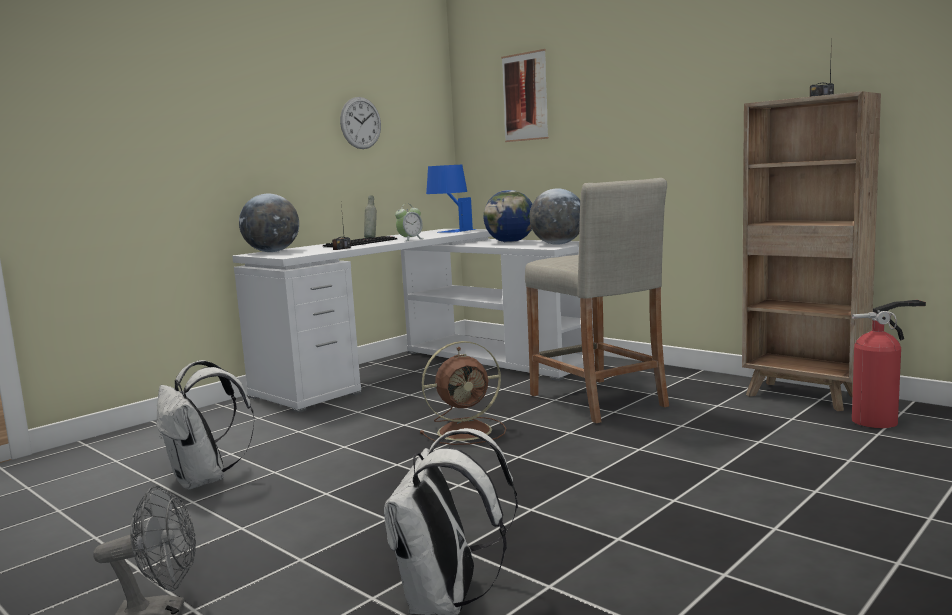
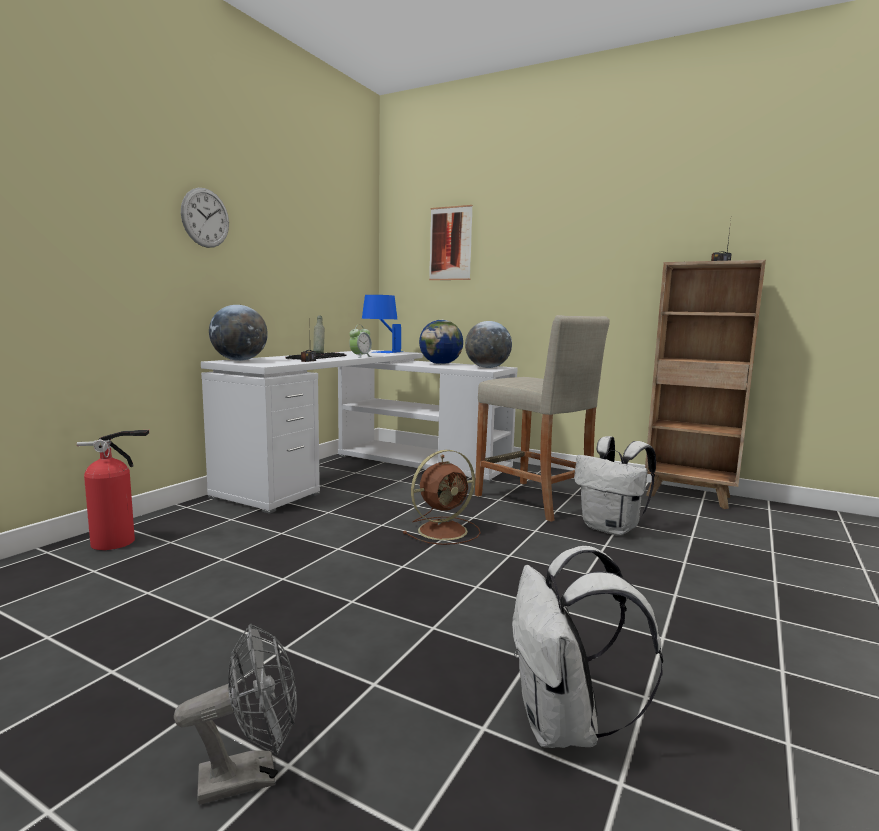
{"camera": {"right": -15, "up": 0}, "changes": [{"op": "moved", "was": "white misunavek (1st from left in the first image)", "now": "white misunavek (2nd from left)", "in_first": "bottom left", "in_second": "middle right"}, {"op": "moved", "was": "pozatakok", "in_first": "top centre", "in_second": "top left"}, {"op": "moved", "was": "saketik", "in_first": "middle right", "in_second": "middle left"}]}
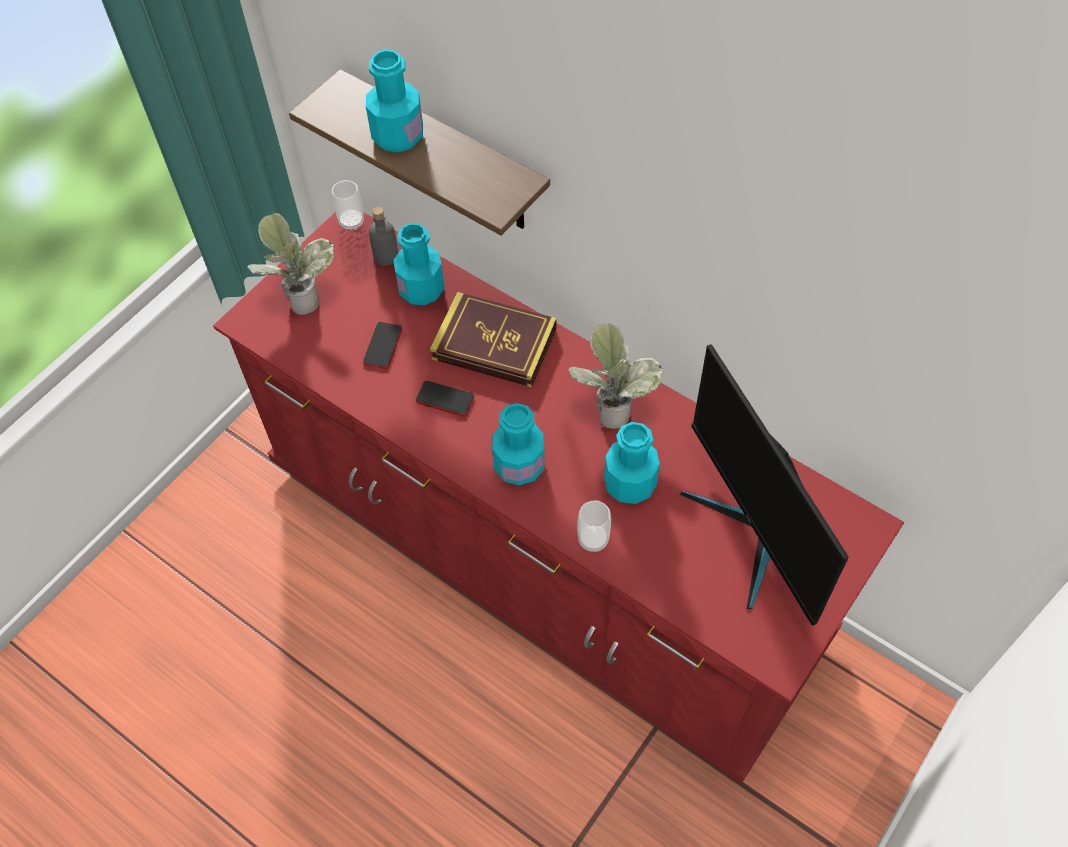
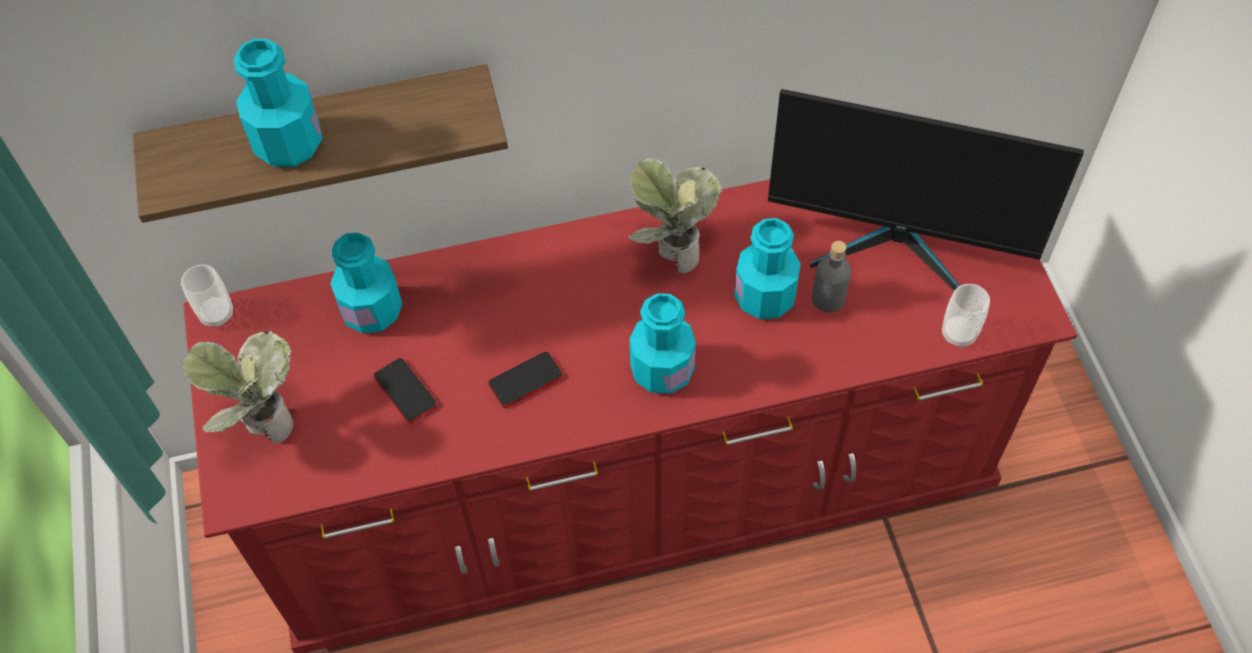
{"camera": {"right": -50, "up": 0}, "changes": [{"op": "moved", "was": "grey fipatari", "in_first": "top centre", "in_second": "centre"}, {"op": "removed", "was": "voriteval", "in_first": "centre"}, {"op": "moved", "was": "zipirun (2nd from left)", "in_first": "centre", "in_second": "middle right"}]}
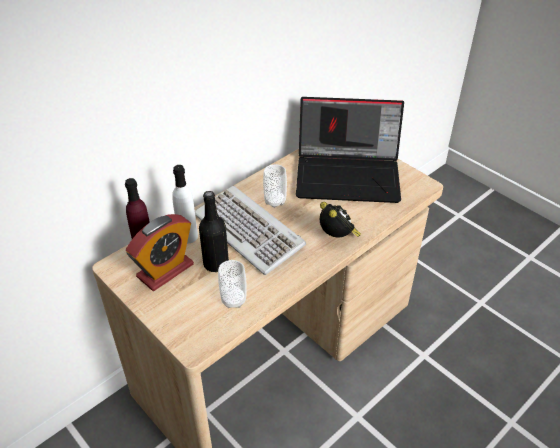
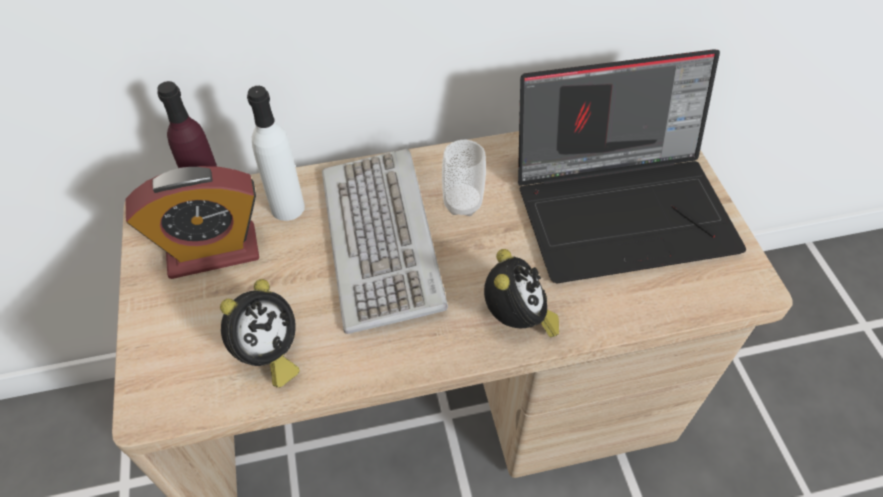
{"camera": {"right": 30, "up": 10}, "changes": [{"op": "removed", "was": "black fipatari", "in_first": "centre"}, {"op": "replaced", "was": "zipirun (1st from left)", "now": "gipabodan (2nd from left)", "in_first": "centre", "in_second": "bottom left"}, {"op": "turned", "was": "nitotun", "in_first": "centre", "in_second": "middle right", "clockwise": -45}]}
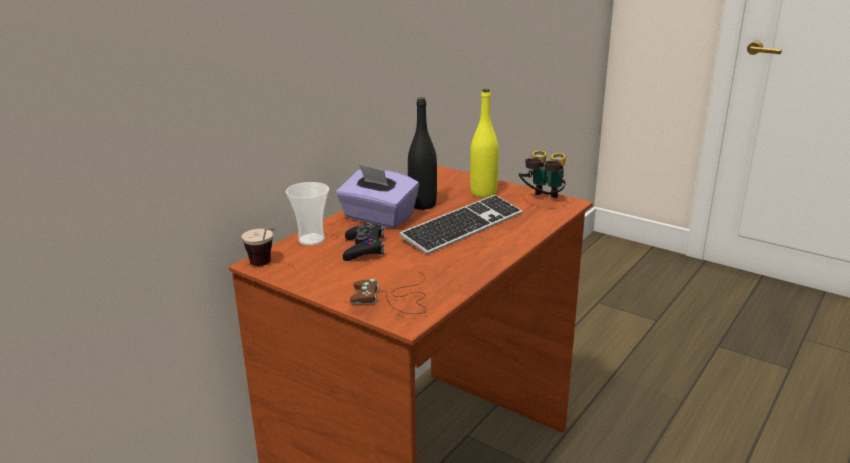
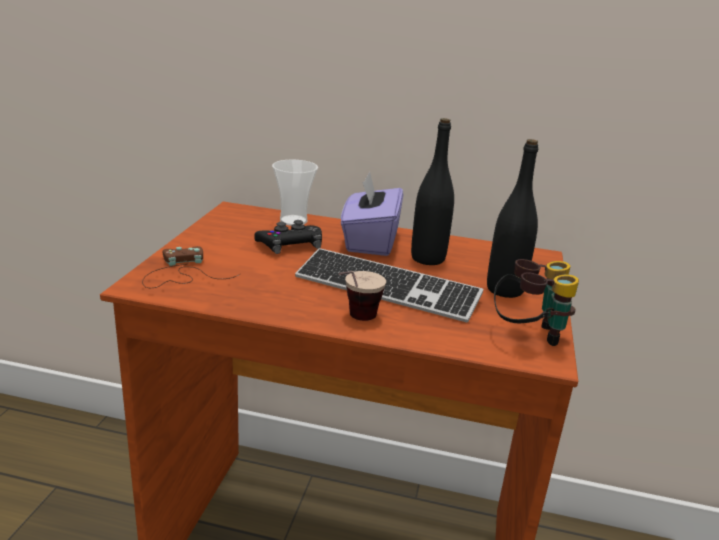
{"camera": {"right": 65, "up": 0}, "changes": [{"op": "moved", "was": "zipirun (1st from left in the first image)", "now": "zipirun (2nd from left)", "in_first": "middle left", "in_second": "centre"}, {"op": "recoloured", "was": "yellow fipatari", "now": "black fipatari (2nd from left)", "in_first": "top centre", "in_second": "middle right"}]}
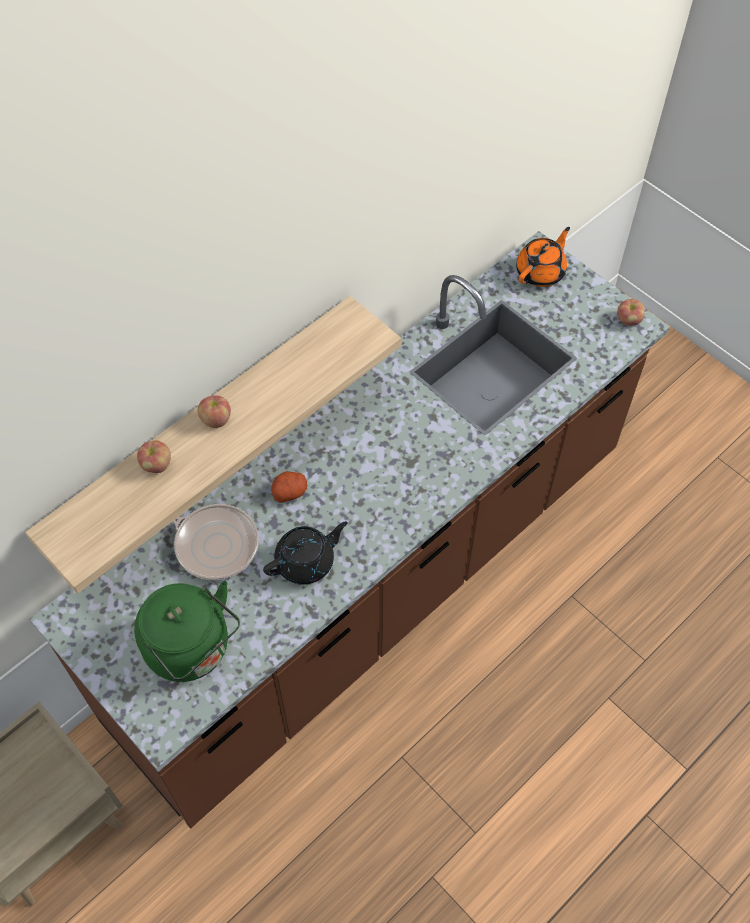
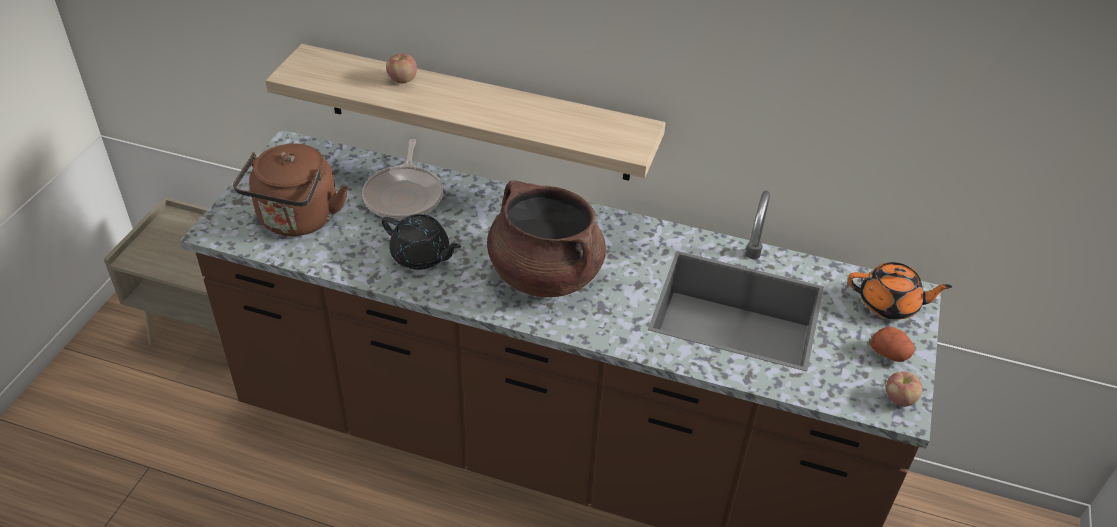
{"camera": {"right": 60, "up": -15}, "changes": [{"op": "recoloured", "was": "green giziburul", "now": "brown giziburul", "in_first": "bottom left", "in_second": "middle left"}, {"op": "removed", "was": "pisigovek (2nd from left)", "in_first": "middle left"}, {"op": "moved", "was": "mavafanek", "in_first": "centre", "in_second": "middle right"}, {"op": "added", "now": "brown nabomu", "in_second": "centre"}]}
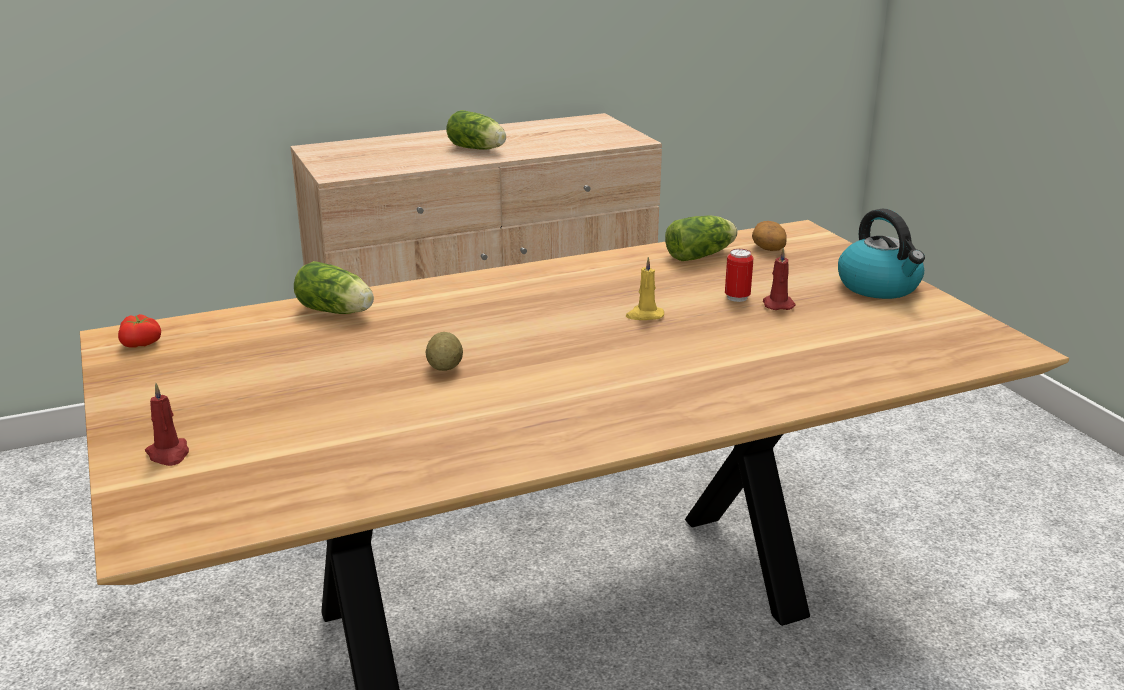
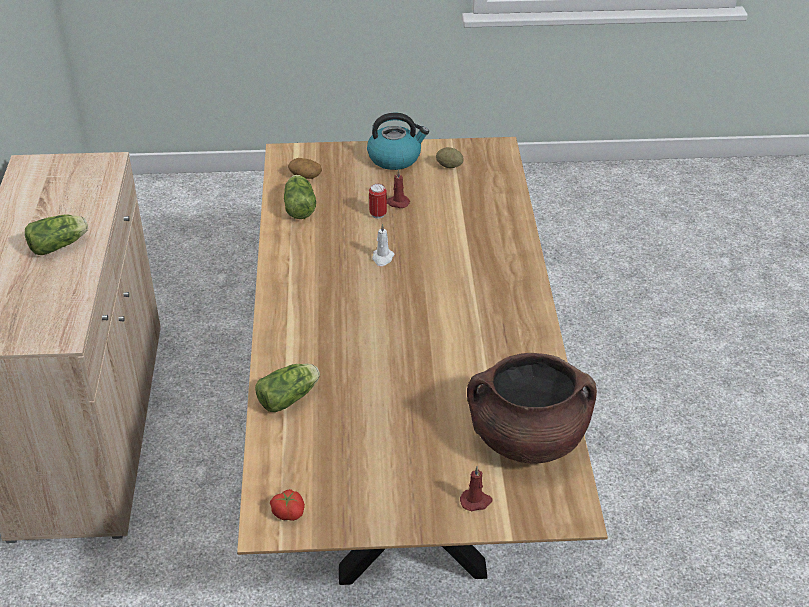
{"camera": {"right": -70, "up": 15}, "changes": [{"op": "moved", "was": "mavafanek (1st from left in the first image)", "now": "mavafanek (2nd from left)", "in_first": "centre", "in_second": "top centre"}, {"op": "recoloured", "was": "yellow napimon", "now": "white napimon", "in_first": "centre", "in_second": "centre"}, {"op": "added", "now": "brown nabomu", "in_second": "bottom centre"}]}
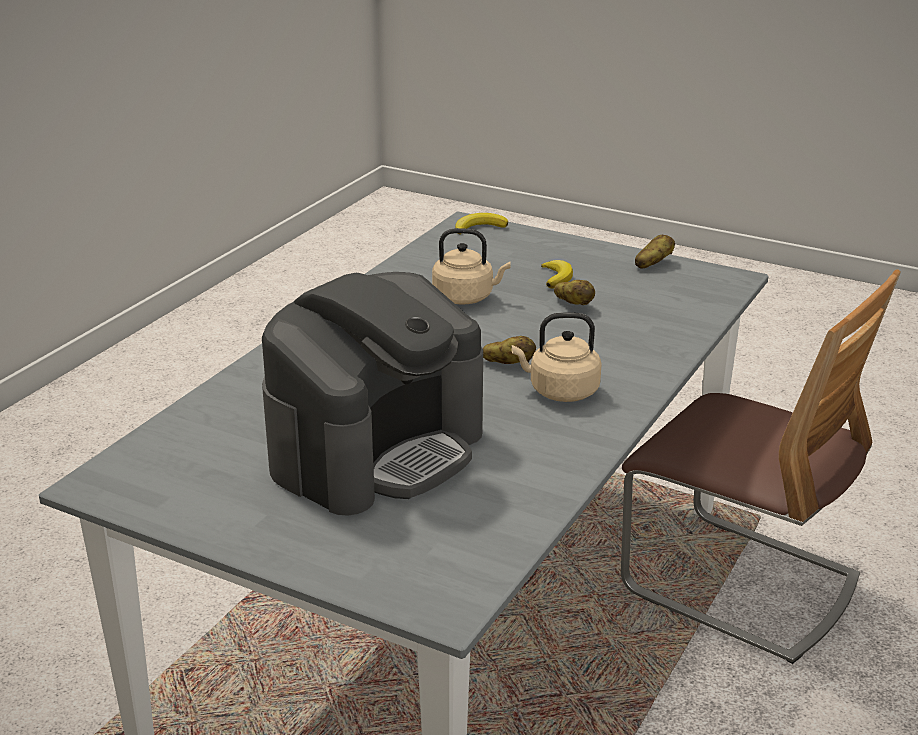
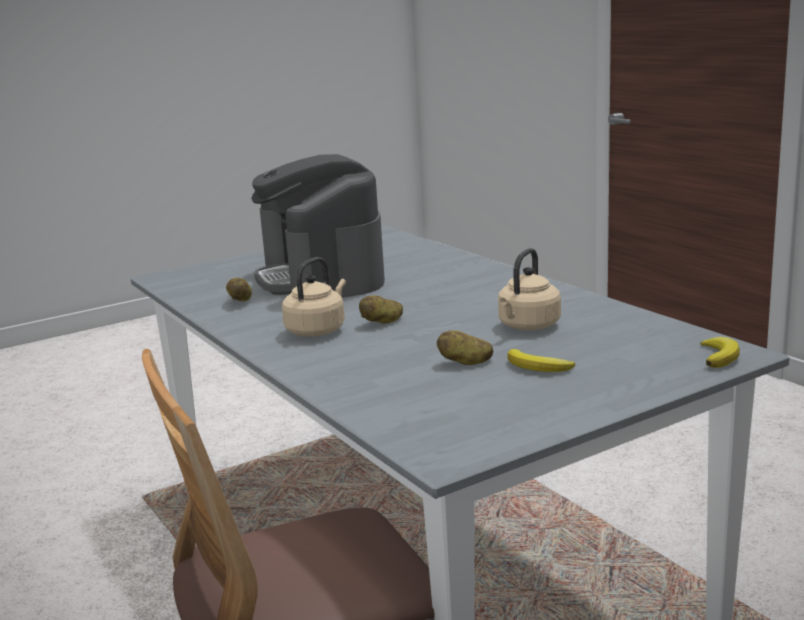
{"camera": {"right": 120, "up": -10}, "changes": [{"op": "moved", "was": "mavafanek (3rd from left in the first image)", "now": "mavafanek (1st from left)", "in_first": "middle right", "in_second": "middle left"}]}
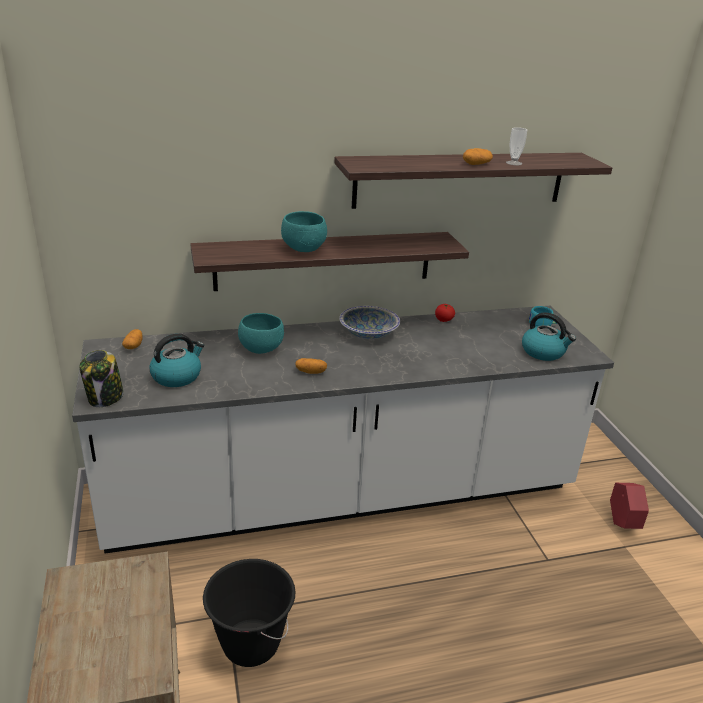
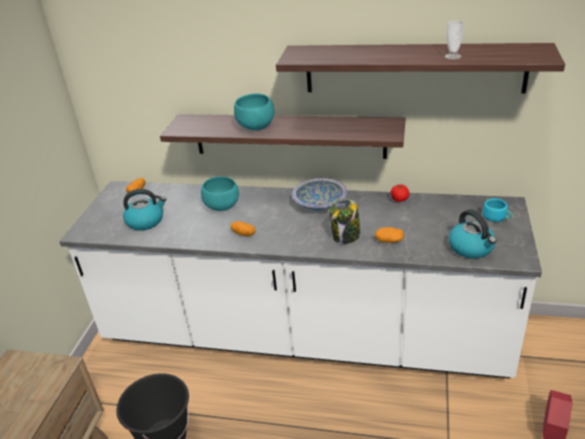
{"camera": {"right": 30, "up": 5}, "changes": [{"op": "moved", "was": "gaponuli", "in_first": "middle left", "in_second": "centre"}, {"op": "moved", "was": "mavafanek (3rd from left)", "in_first": "top right", "in_second": "centre"}]}
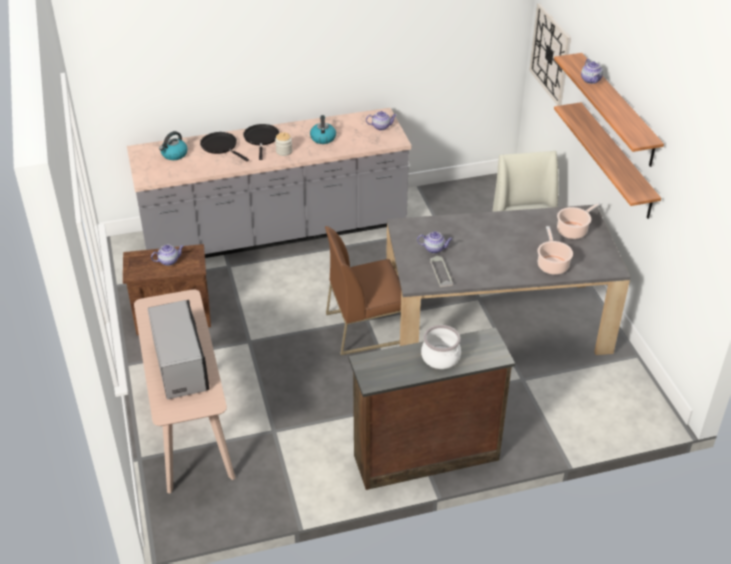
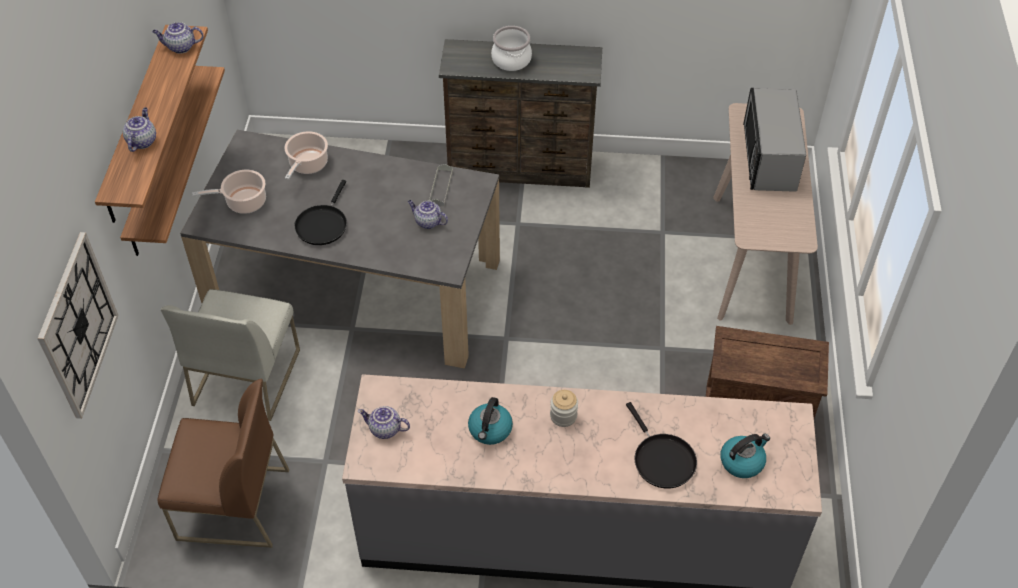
{"camera": {"right": -160, "up": 10}, "changes": [{"op": "moved", "was": "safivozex (1st from left in the first image)", "now": "safivozex (2nd from left)", "in_first": "middle left", "in_second": "top left"}, {"op": "moved", "was": "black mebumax (2nd from left in the first image)", "now": "black mebumax (1st from left)", "in_first": "top centre", "in_second": "middle left"}, {"op": "moved", "was": "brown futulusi", "in_first": "centre", "in_second": "bottom left"}]}
